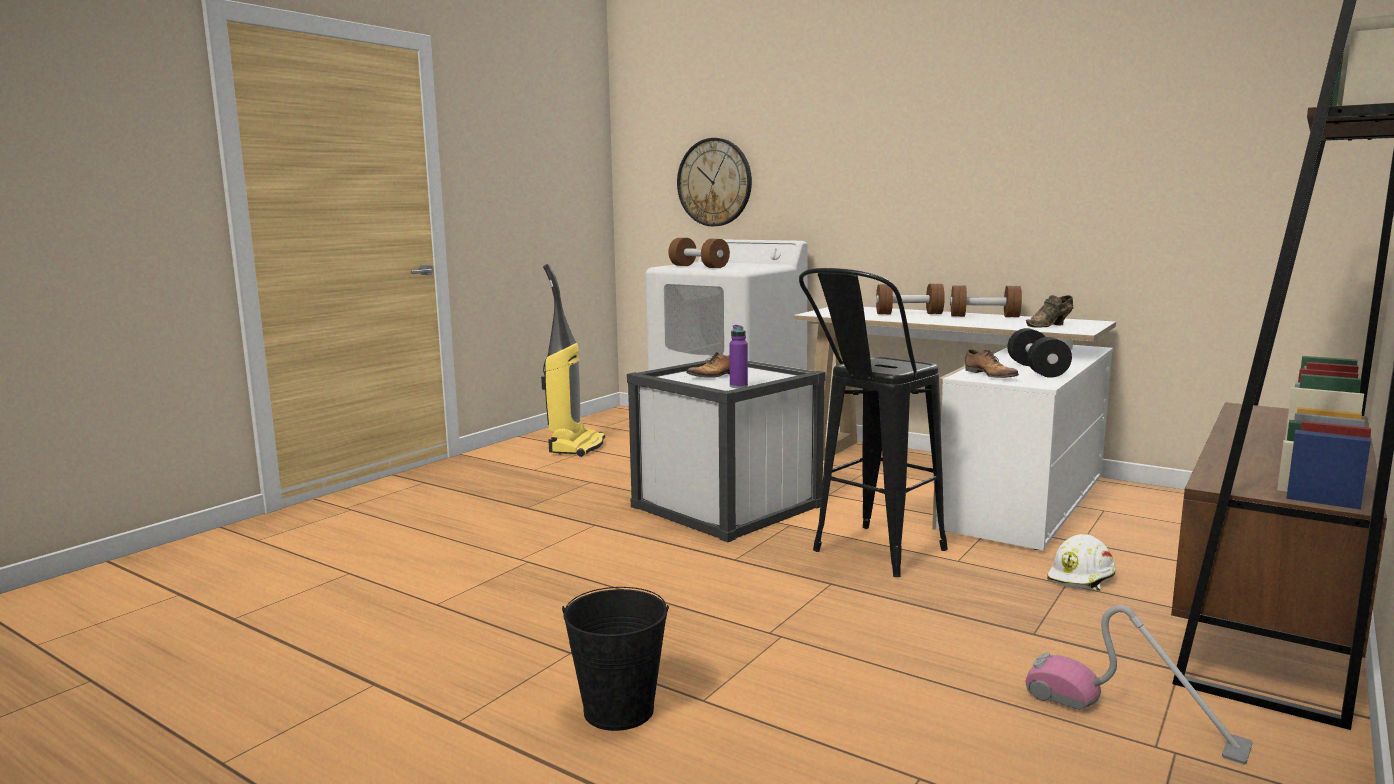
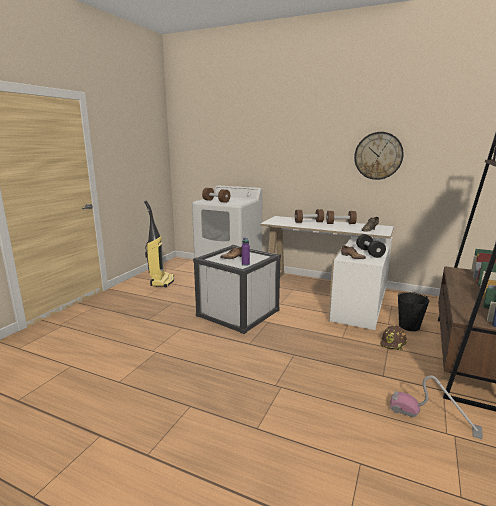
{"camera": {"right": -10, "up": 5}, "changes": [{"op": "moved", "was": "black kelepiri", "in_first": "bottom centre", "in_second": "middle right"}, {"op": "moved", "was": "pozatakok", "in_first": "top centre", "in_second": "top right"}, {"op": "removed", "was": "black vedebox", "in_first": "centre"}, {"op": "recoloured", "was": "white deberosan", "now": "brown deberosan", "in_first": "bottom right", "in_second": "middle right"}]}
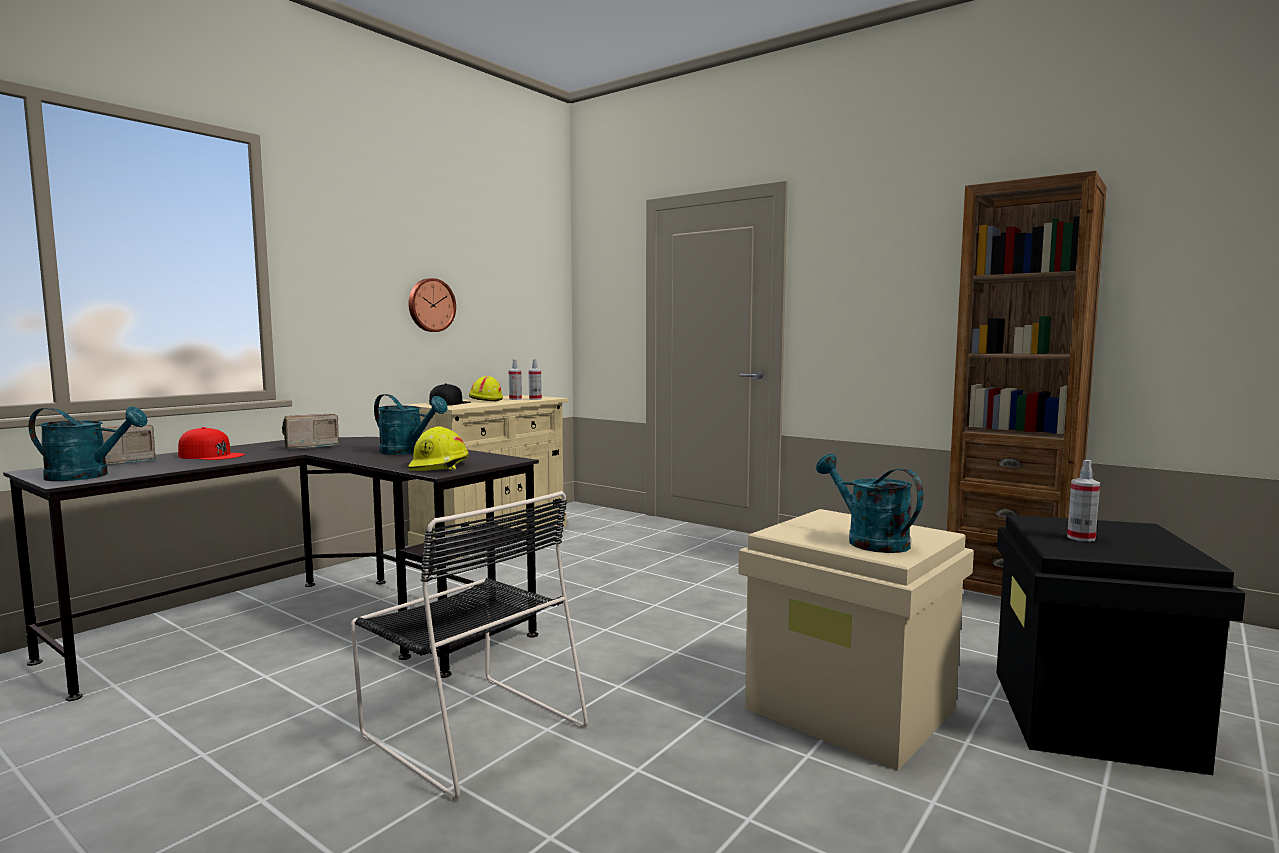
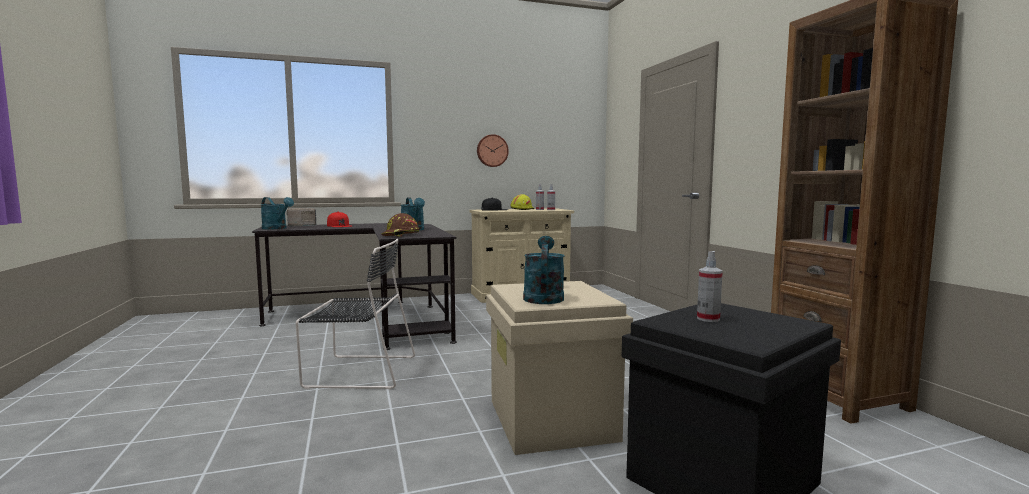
{"camera": {"right": 35, "up": 0}, "changes": [{"op": "removed", "was": "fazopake (2nd from left)", "in_first": "middle left"}, {"op": "turned", "was": "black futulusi", "in_first": "bottom centre", "in_second": "centre", "clockwise": -75}, {"op": "recoloured", "was": "yellow deberosan (1st from left)", "now": "brown deberosan", "in_first": "centre", "in_second": "centre"}]}
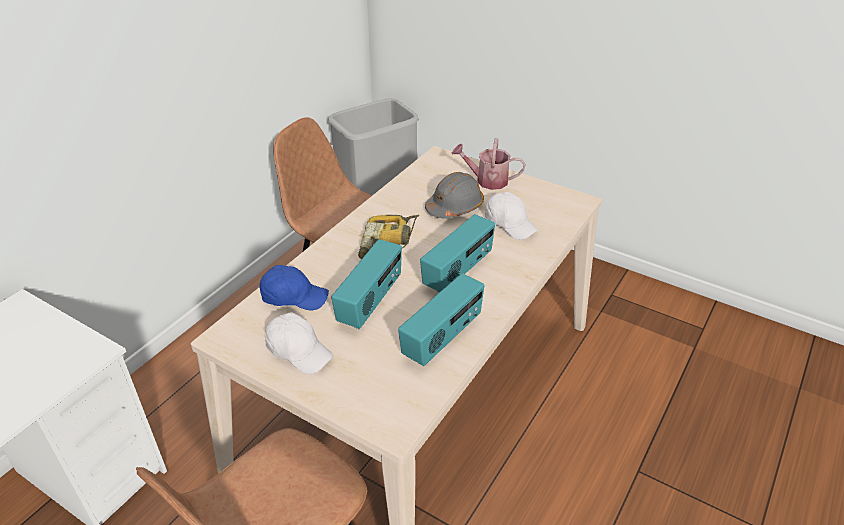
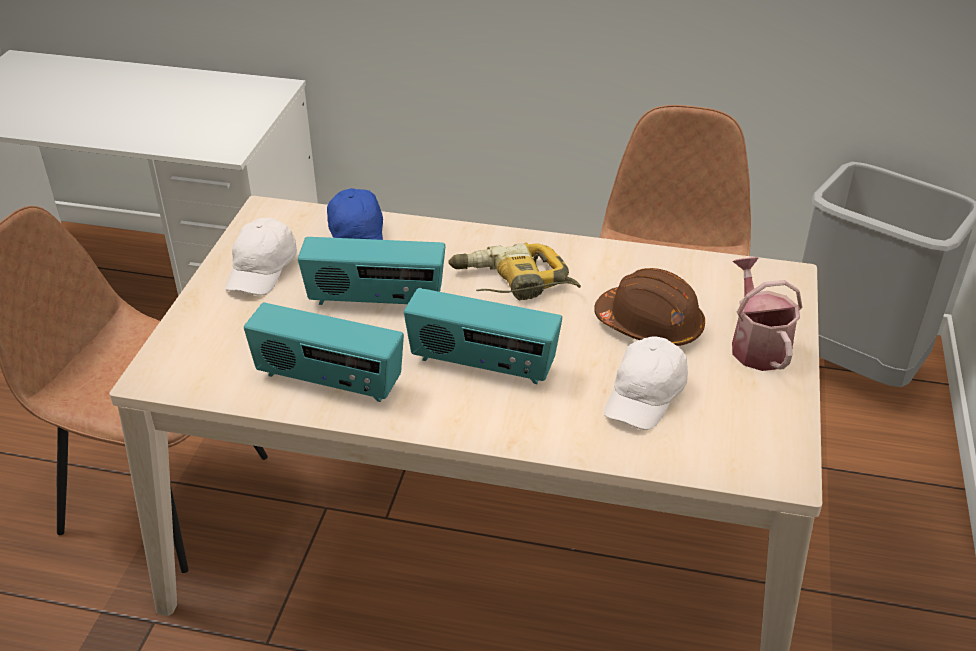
{"camera": {"right": 70, "up": 0}, "changes": [{"op": "recoloured", "was": "grey deberosan", "now": "brown deberosan", "in_first": "centre", "in_second": "centre"}]}
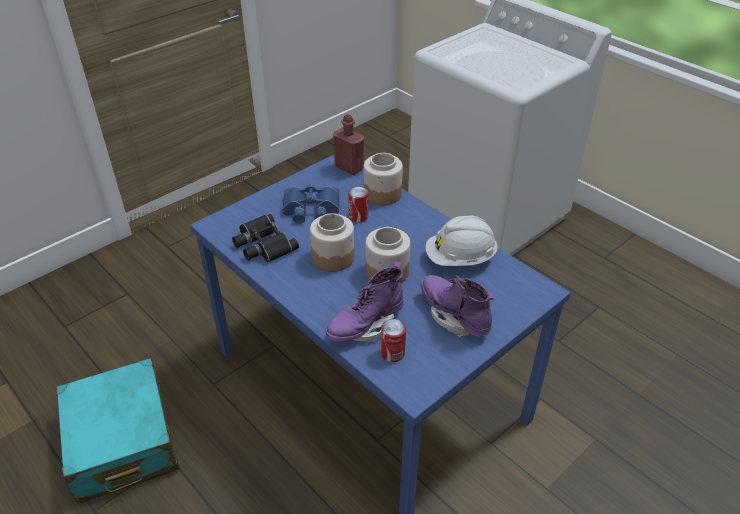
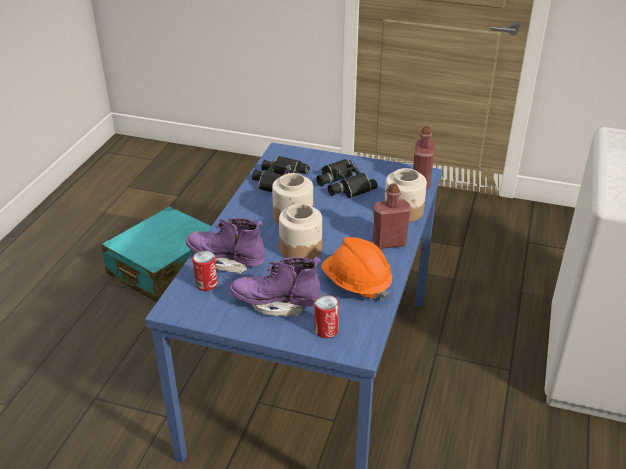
{"camera": {"right": 60, "up": -5}, "changes": [{"op": "recoloured", "was": "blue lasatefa", "now": "black lasatefa (2nd from left)", "in_first": "centre", "in_second": "centre"}, {"op": "moved", "was": "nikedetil (1st from left in the first image)", "now": "nikedetil (2nd from left)", "in_first": "centre", "in_second": "bottom centre"}, {"op": "turned", "was": "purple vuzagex (2nd from left)", "in_first": "centre", "in_second": "centre", "clockwise": -105}, {"op": "recoloured", "was": "white deberosan", "now": "orange deberosan", "in_first": "centre", "in_second": "centre"}, {"op": "added", "now": "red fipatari (1st from left)", "in_second": "centre"}]}
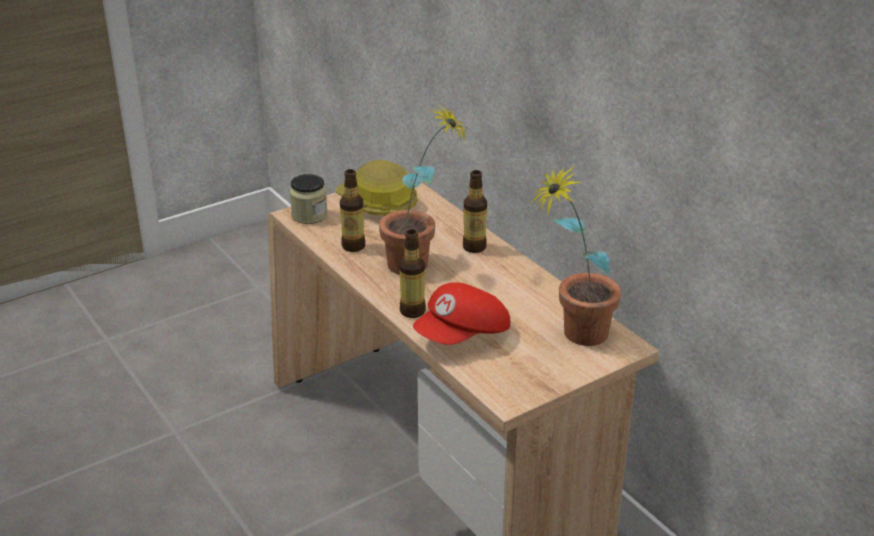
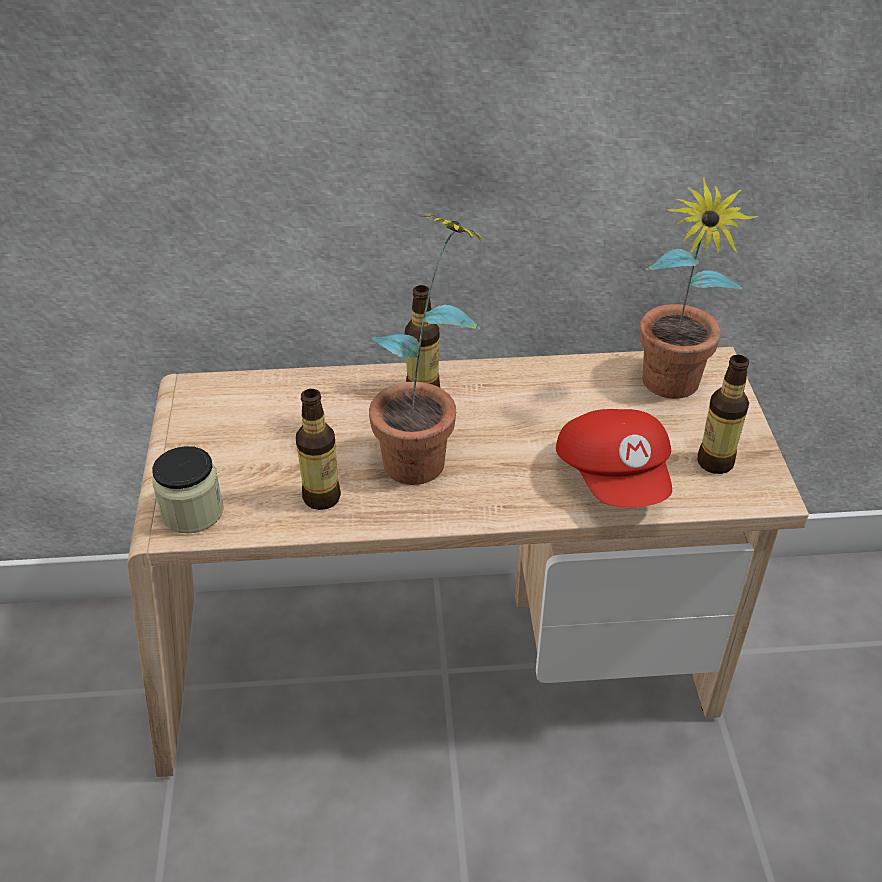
{"camera": {"right": -60, "up": 10}, "changes": [{"op": "removed", "was": "deberosan", "in_first": "centre"}, {"op": "moved", "was": "fipatari (2nd from left in the first image)", "now": "fipatari (3rd from left)", "in_first": "centre", "in_second": "middle right"}]}
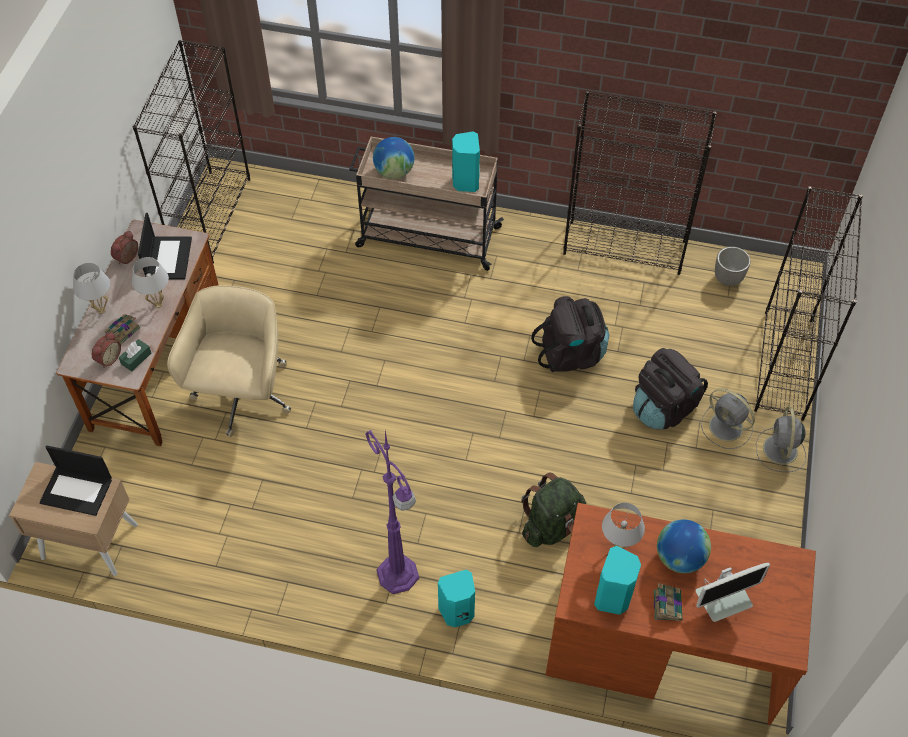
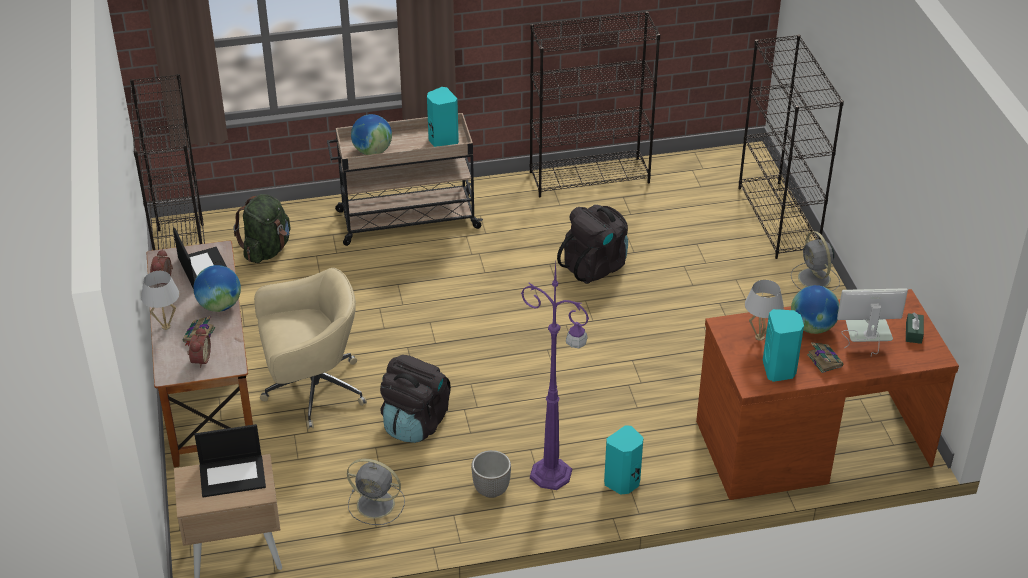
{"camera": {"right": -25, "up": -15}, "changes": [{"op": "moved", "was": "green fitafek", "in_first": "middle left", "in_second": "middle right"}, {"op": "replaced", "was": "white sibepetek (2nd from left)", "now": "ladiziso (1st from left)", "in_first": "middle left", "in_second": "middle left"}, {"op": "turned", "was": "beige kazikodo", "in_first": "middle left", "in_second": "middle left", "clockwise": 90}, {"op": "moved", "was": "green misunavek", "in_first": "bottom centre", "in_second": "middle left"}, {"op": "moved", "was": "black misunavek (2nd from left in the first image)", "now": "black misunavek (1st from left)", "in_first": "middle right", "in_second": "bottom centre"}, {"op": "turned", "was": "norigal", "in_first": "bottom right", "in_second": "middle right", "clockwise": -135}, {"op": "moved", "was": "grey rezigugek (1st from left)", "in_first": "middle right", "in_second": "bottom centre"}, {"op": "moved", "was": "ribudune", "in_first": "middle right", "in_second": "bottom centre"}]}
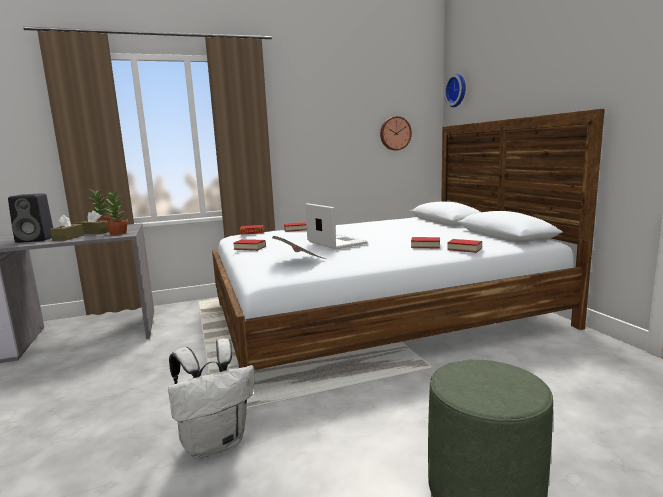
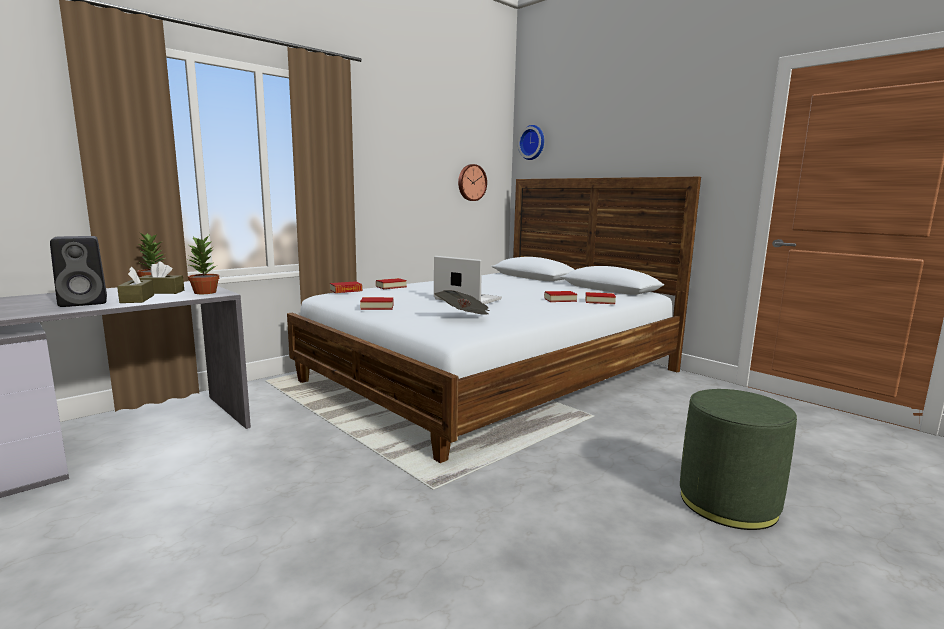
{"camera": {"right": -25, "up": 0}, "changes": [{"op": "removed", "was": "white misunavek", "in_first": "bottom left"}]}
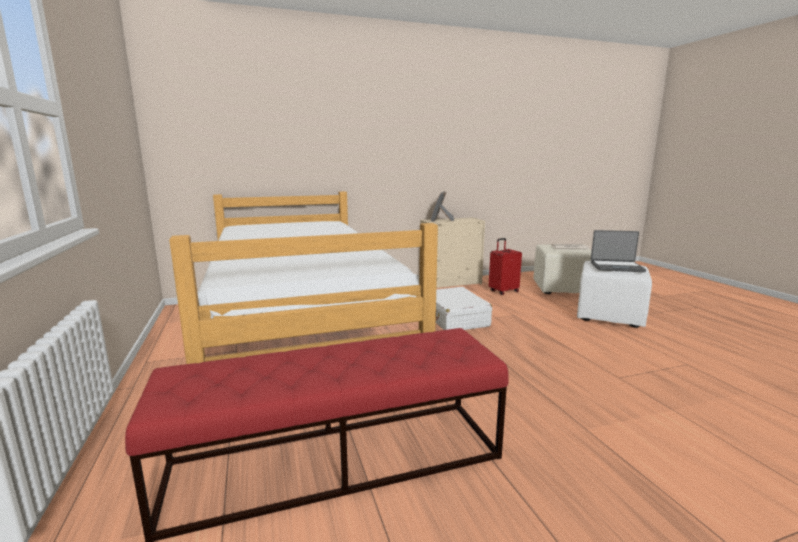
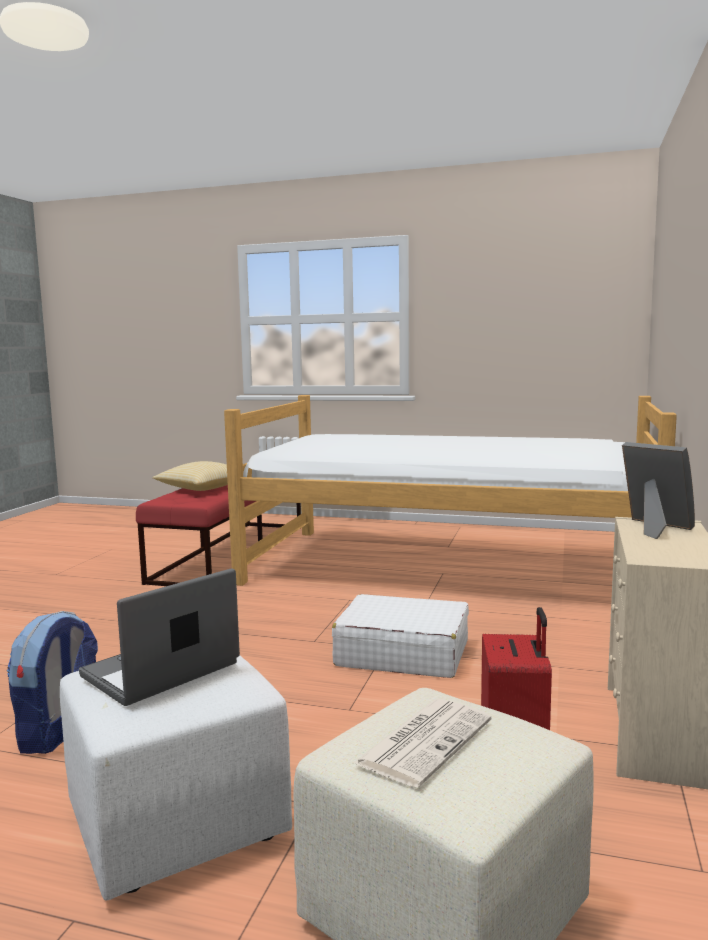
{"camera": {"right": 125, "up": -5}, "changes": [{"op": "added", "now": "misunavek", "in_second": "bottom left"}, {"op": "added", "now": "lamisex", "in_second": "middle left"}]}
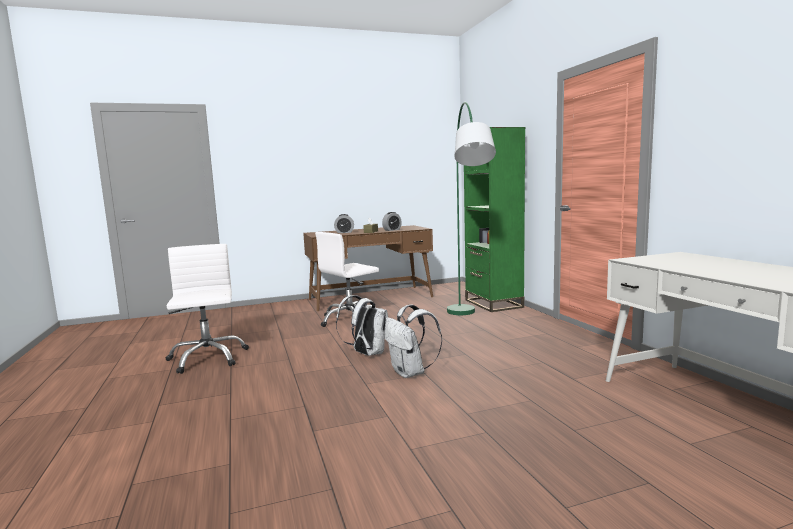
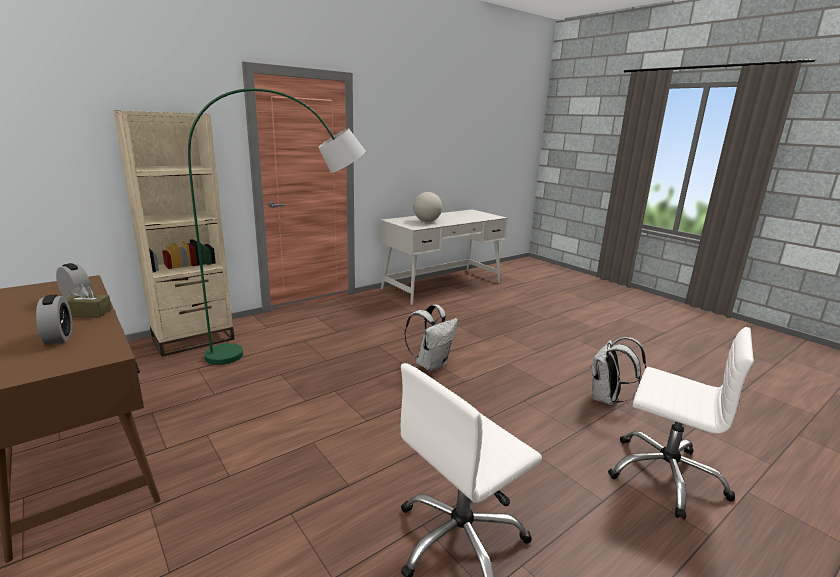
{"camera": {"right": -110, "up": 10}, "changes": [{"op": "moved", "was": "white kazikodo (2nd from left)", "in_first": "centre", "in_second": "bottom right"}, {"op": "moved", "was": "white misunavek (1st from left in the first image)", "now": "white misunavek (2nd from left)", "in_first": "centre", "in_second": "middle right"}, {"op": "recoloured", "was": "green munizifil", "now": "beige munizifil", "in_first": "centre", "in_second": "middle left"}, {"op": "added", "now": "ladiziso", "in_second": "centre"}]}
